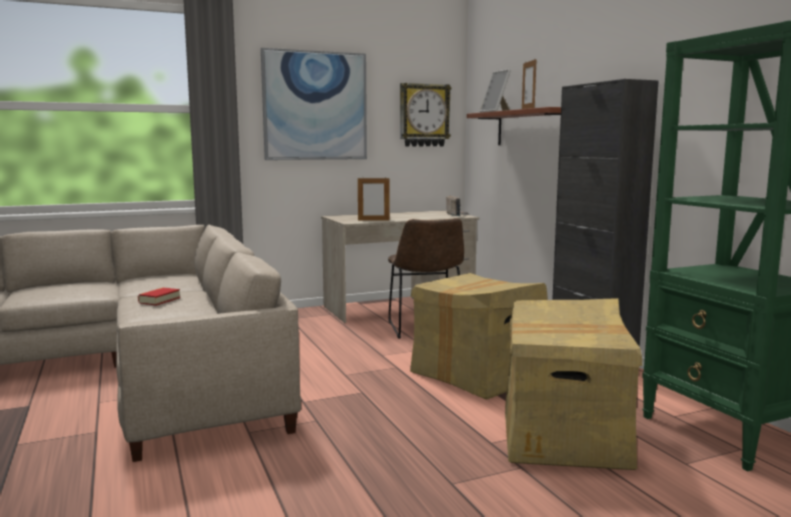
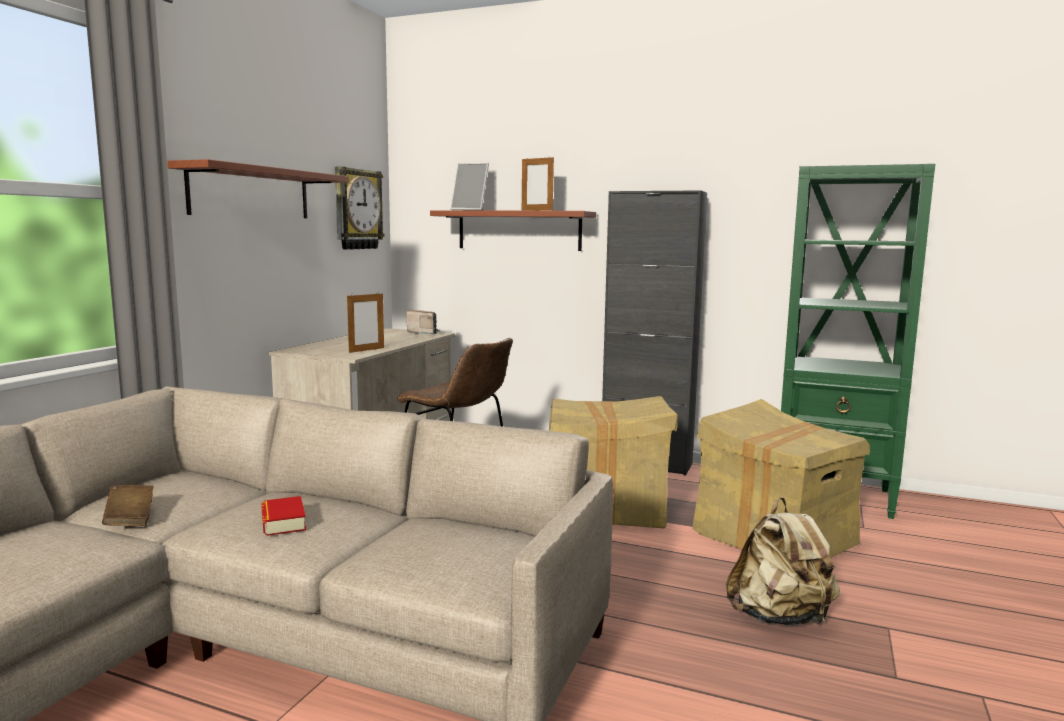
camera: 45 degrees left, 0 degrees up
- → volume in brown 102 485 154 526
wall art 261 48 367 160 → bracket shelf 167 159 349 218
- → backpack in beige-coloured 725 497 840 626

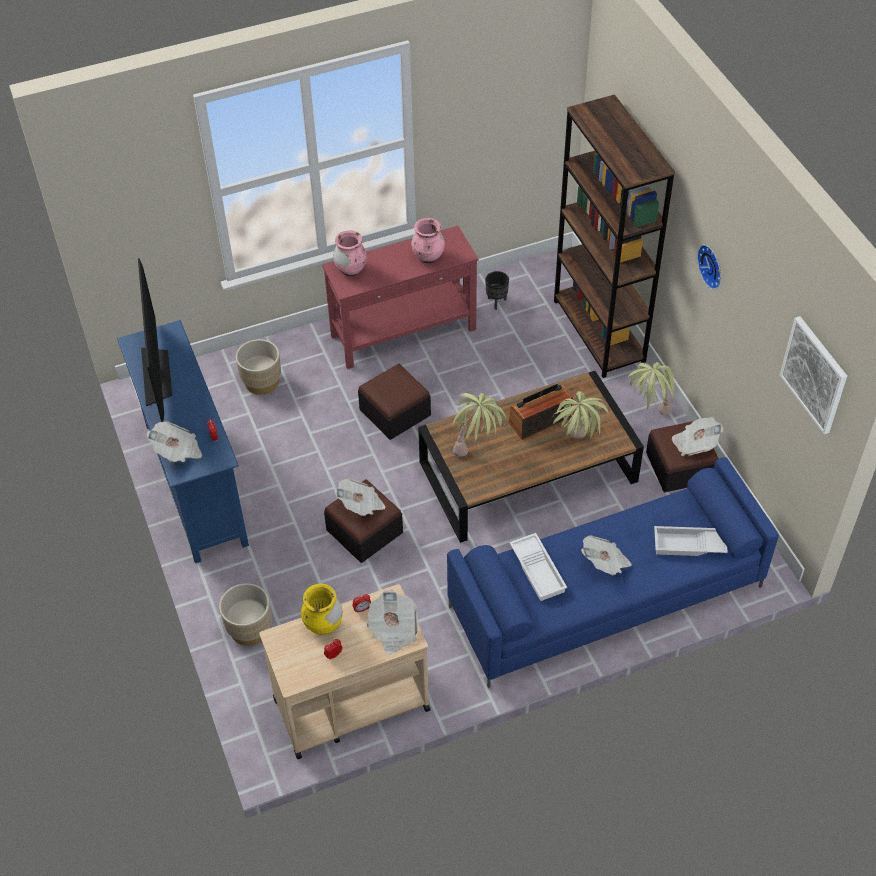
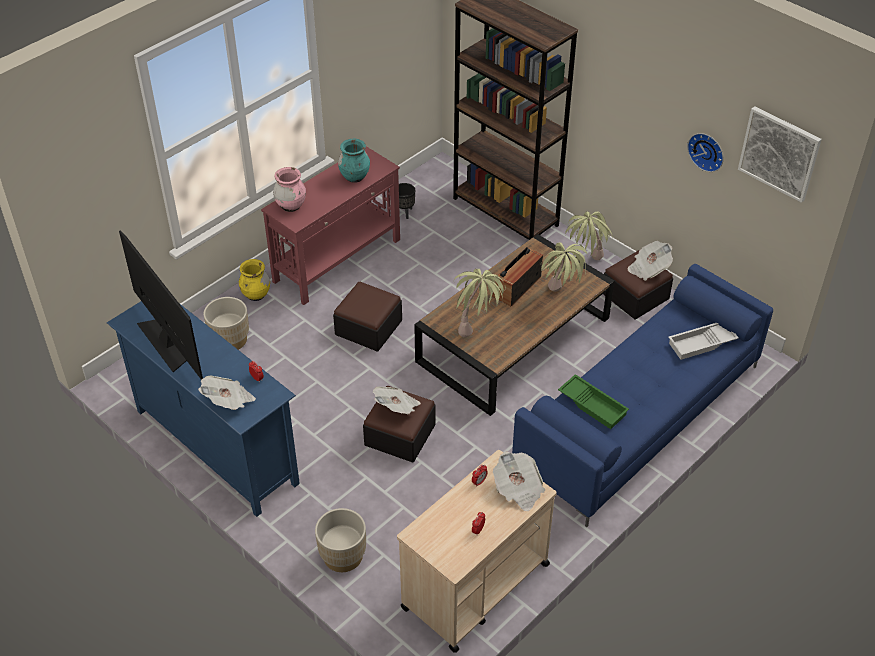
camera: 25 degrees left, 5 degrees down
decorative vase in yellowish 301 584 343 635 → decorative vase in yellowish 239 259 270 301, shifted
decorative vase in pink-coloured 411 218 445 263 → decorative vase in blue-green 338 139 370 183
carrying tray in whitish 509 533 567 601 → carrying tray in green-coloured 558 374 629 429
hanging clock 697 245 721 290 → hanging clock 687 133 724 172, shifted
daily paper 581 535 632 575 → -

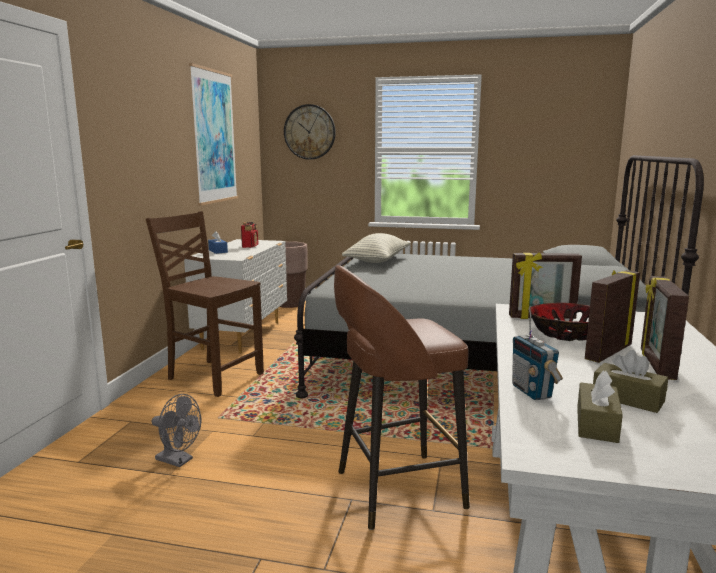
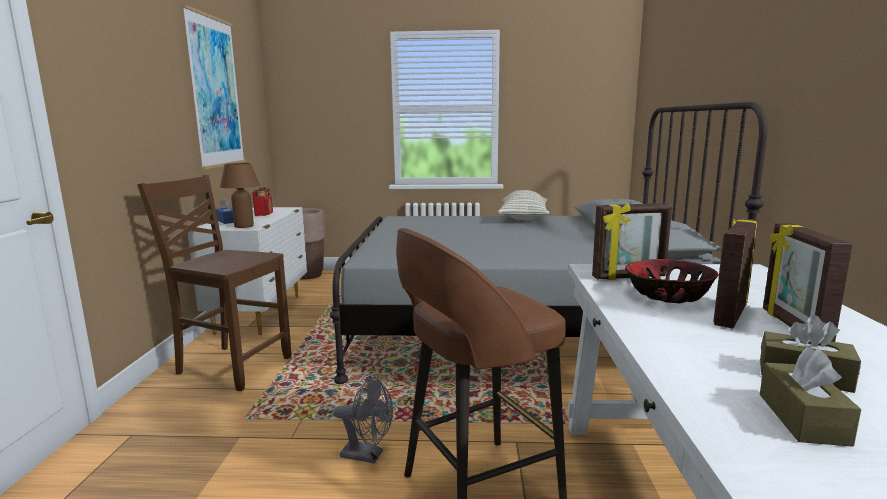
camera: 10 degrees left, 0 degrees up
- → lamp for a table in brown 220 163 260 228
cooling fan in greyish 152 394 201 467 → cooling fan in greyish 333 377 393 464, shifted
cushion 342 233 411 263 → cushion 498 190 549 220, shifted
hanging clock 284 104 336 160 → -
radio 512 309 563 400 → -

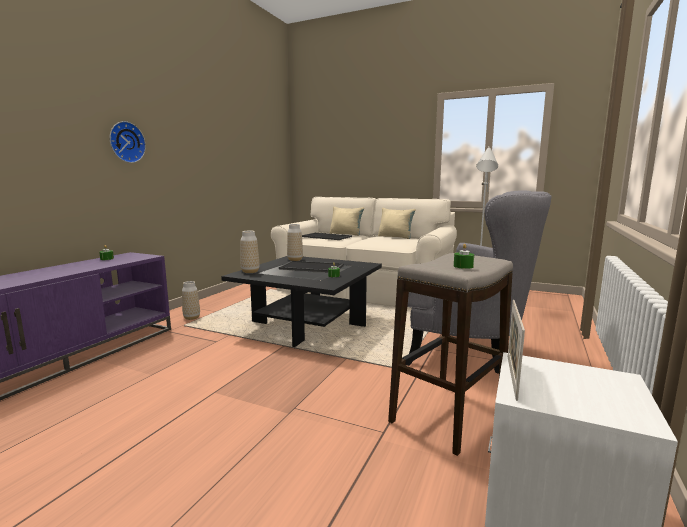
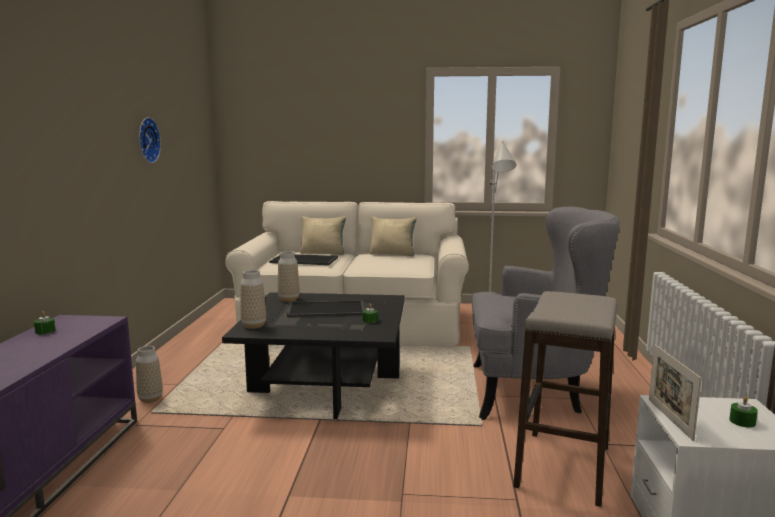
camera: 20 degrees left, 0 degrees up
hanging clock 109 121 146 163 → hanging clock 139 117 161 163, shifted
wax light in green-coloured 454 244 474 269 → wax light in green-coloured 729 396 758 427, shifted

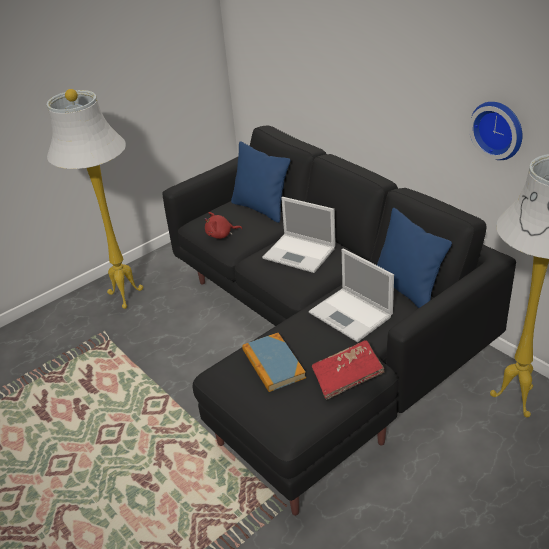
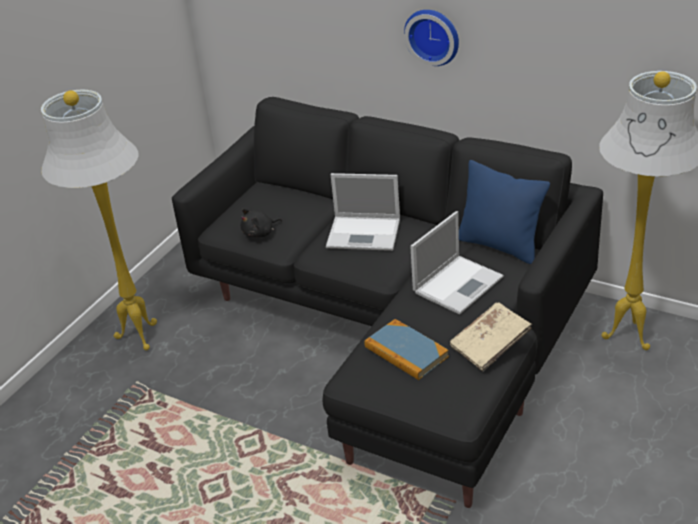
camera: 20 degrees left, 0 degrees up
plush toy in reddish 204 212 242 239 → plush toy in blackish 240 208 282 238
hanging clock 469 102 522 160 → hanging clock 404 10 459 66, shifted
notebook computer 309 248 394 342 → notebook computer 410 211 504 315, 75 degrees counterclockwise
volume in reddish 312 340 385 400 → volume in beige-coloured 450 302 532 371
cushion in blue 231 141 290 223 → -

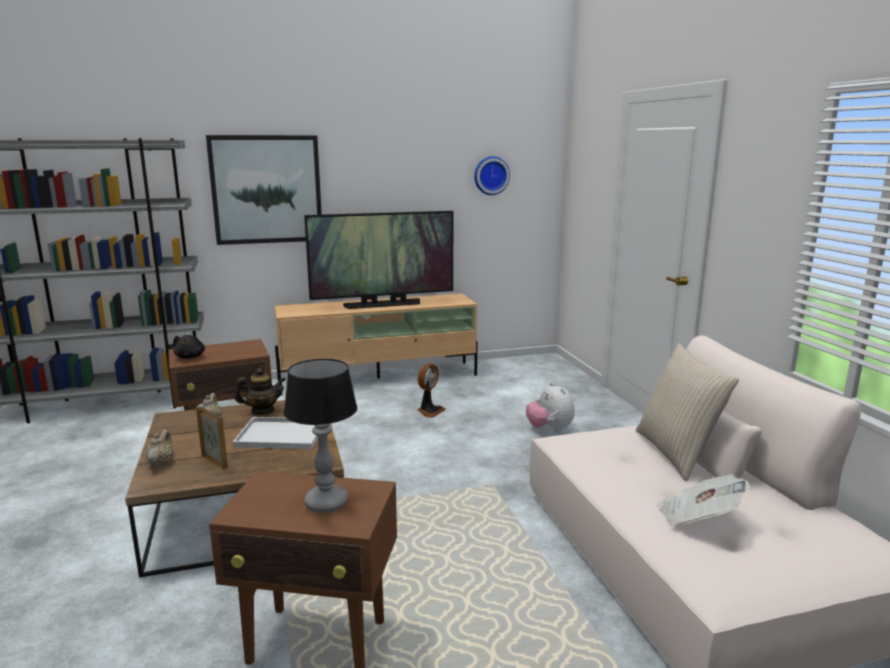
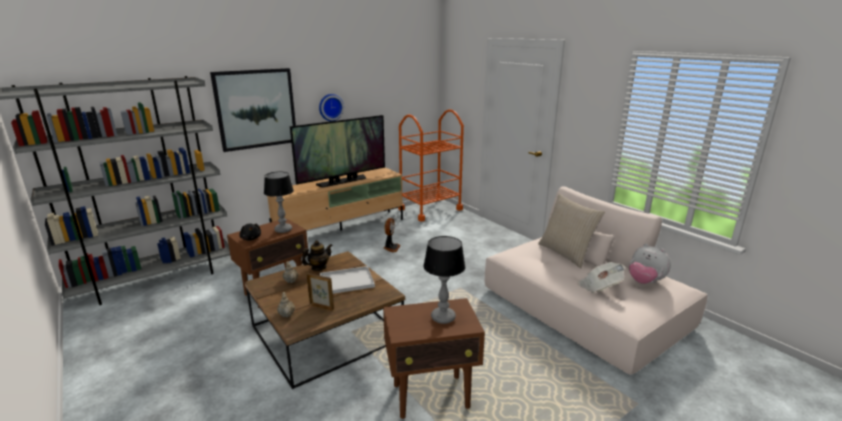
camera: 20 degrees left, 5 degrees up
- → lamp for a table 264 172 294 233
hanging clock 474 156 510 195 → hanging clock 319 94 344 121, shifted
- → cart in orangey 398 109 464 221
plush toy 526 382 575 431 → plush toy 629 244 671 284, shifted

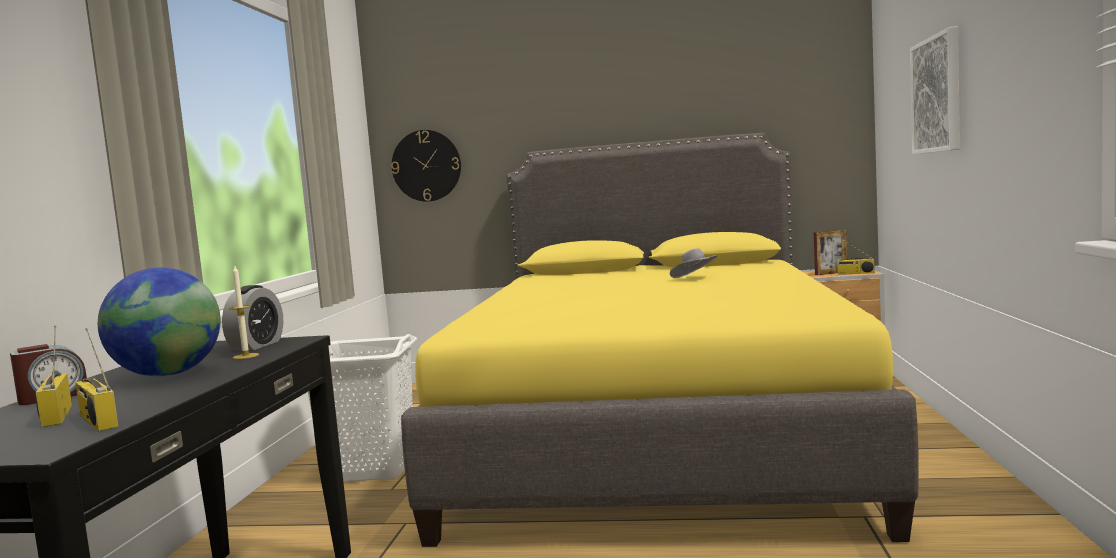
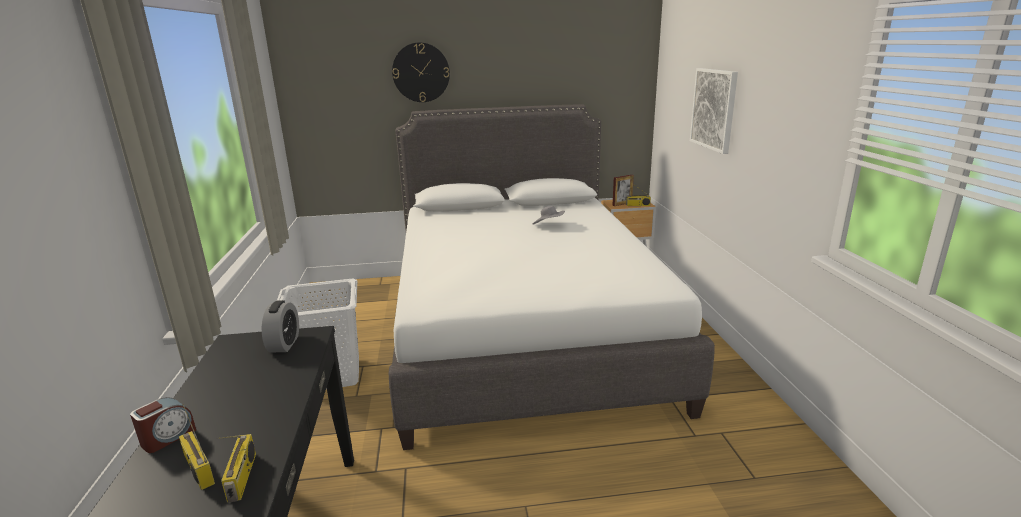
camera: 15 degrees left, 15 degrees up
radio 75 328 119 432 → radio 216 434 256 503, 135 degrees counterclockwise
bedroom bed in yellowish 401 133 919 547 → bedroom bed in whitish 388 104 715 450
hanging clock 391 130 461 202 → hanging clock 392 42 450 102, shifted
globe 98 267 221 377 → -
wax light 229 266 259 359 → -

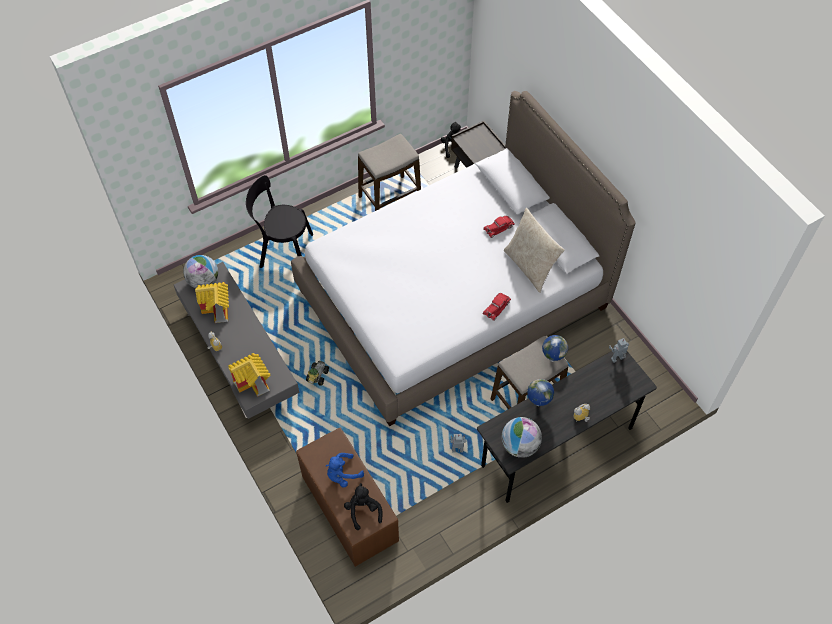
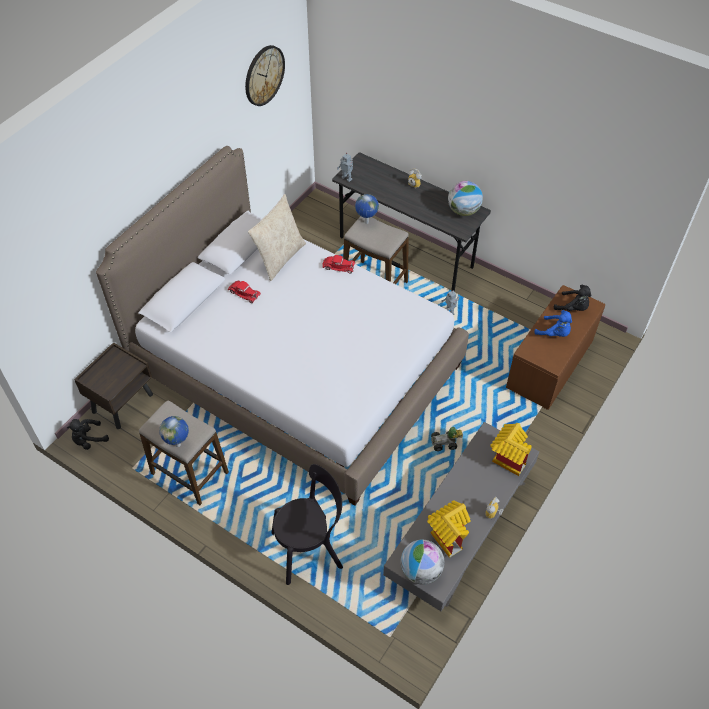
camera: 115 degrees left, 5 degrees down
globe 527 379 554 406 → globe 159 416 189 447, shifted
- → hanging clock 245 45 285 106
chair in blackish 246 175 313 268 → chair in blackish 271 464 343 585, 90 degrees counterclockwise
plush toy in blackish 344 483 383 530 → plush toy in blackish 554 284 592 311, 105 degrees counterclockwise

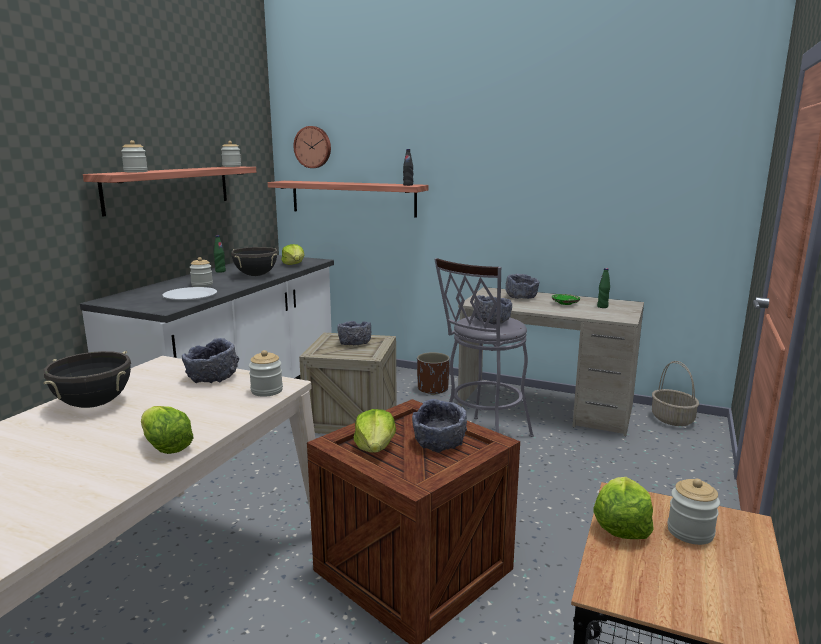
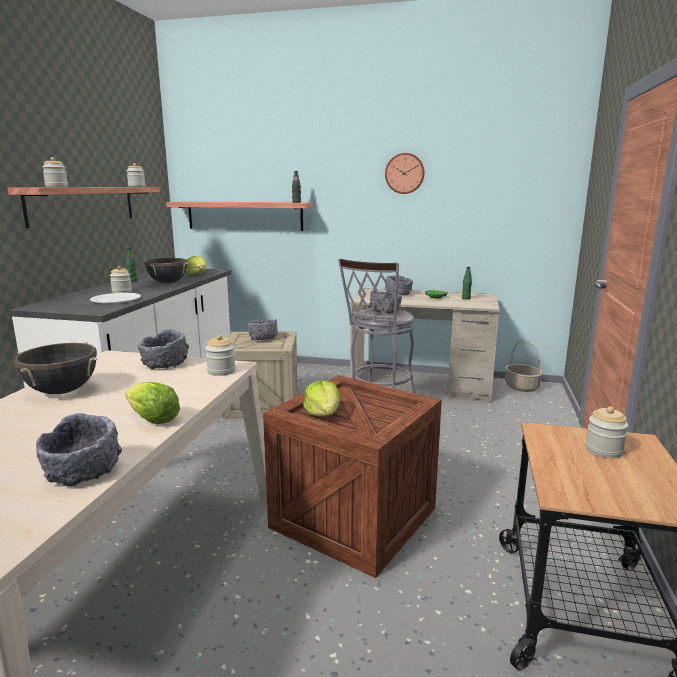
camera: 10 degrees left, 0 degrees up
deep dish in greyish 412 399 467 452 → deep dish in greyish 36 413 122 487, shifted
hanging clock 293 126 331 168 → hanging clock 385 153 425 194, shifted
planter in brown 417 352 450 395 → -
lettuce head 594 477 654 539 → -

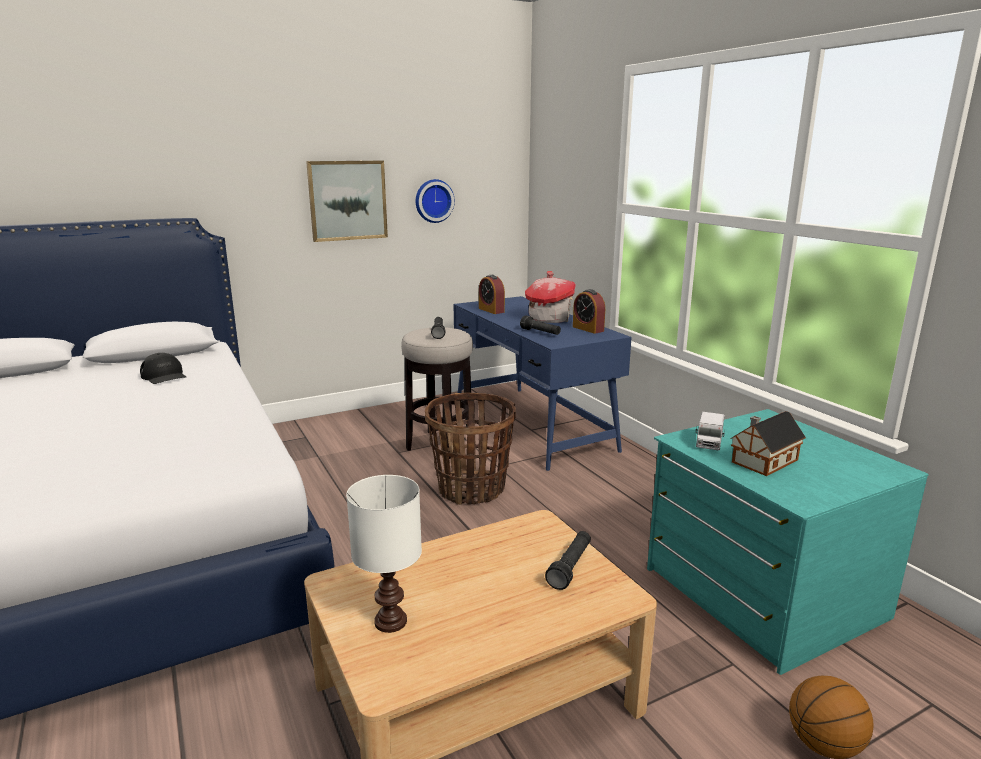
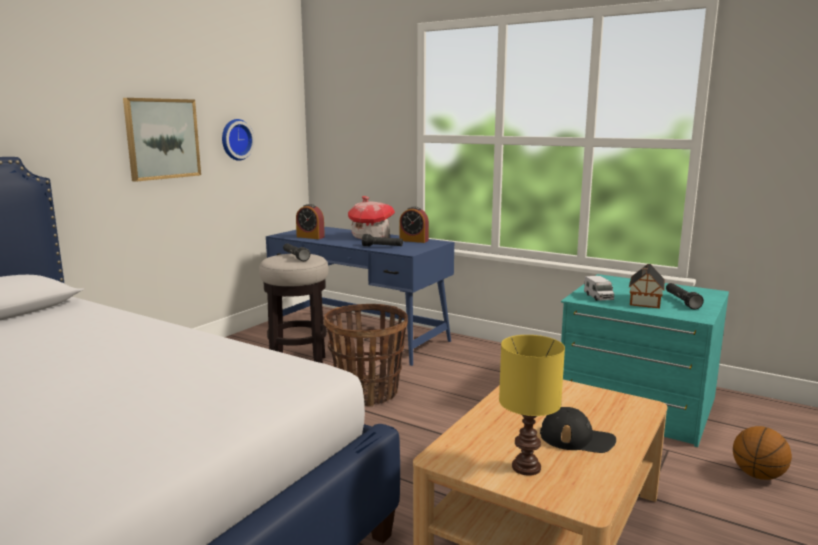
camera: 30 degrees left, 5 degrees down
lamp for a table in whitish 346 475 422 633 → lamp for a table in yellowish 499 335 565 476
peaked cap in blackish 140 353 186 384 → peaked cap in blackish 540 407 616 453, shifted
hand torch in blackish 545 531 591 590 → hand torch in blackish 666 283 704 310, shifted

